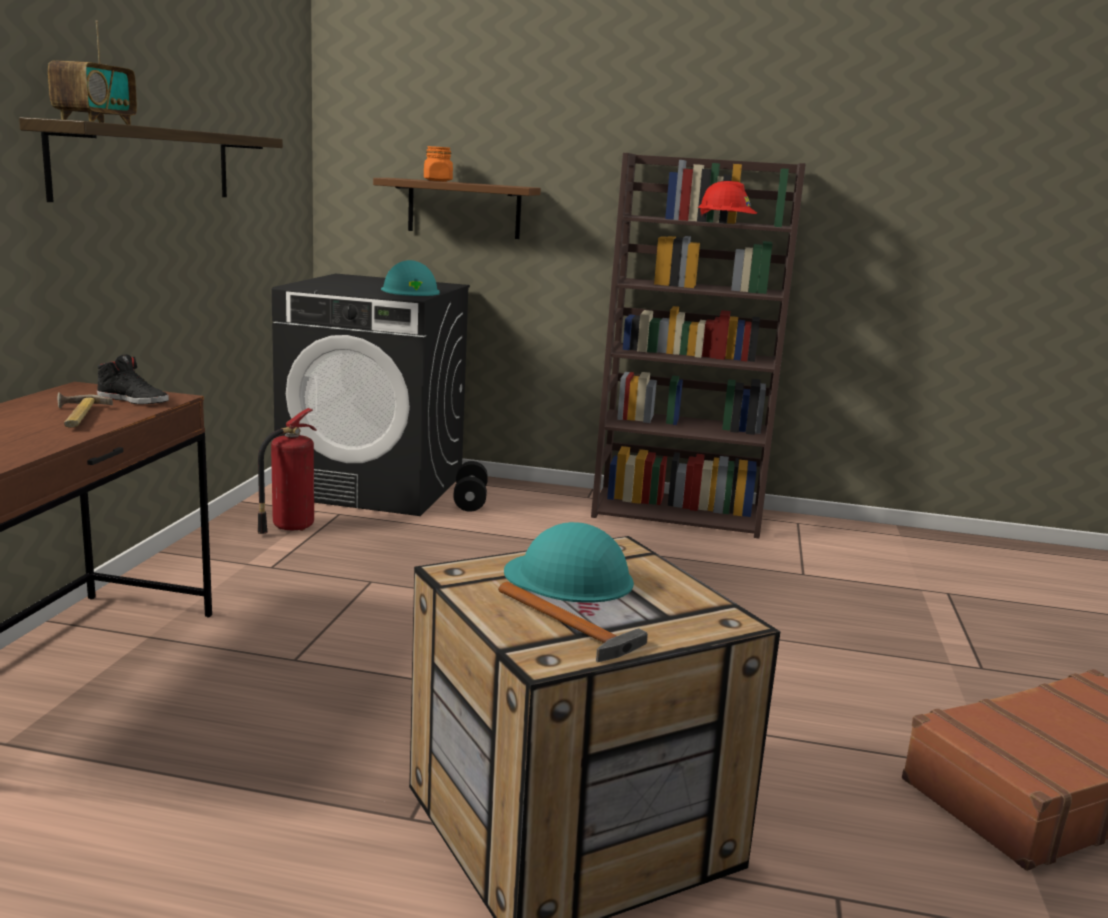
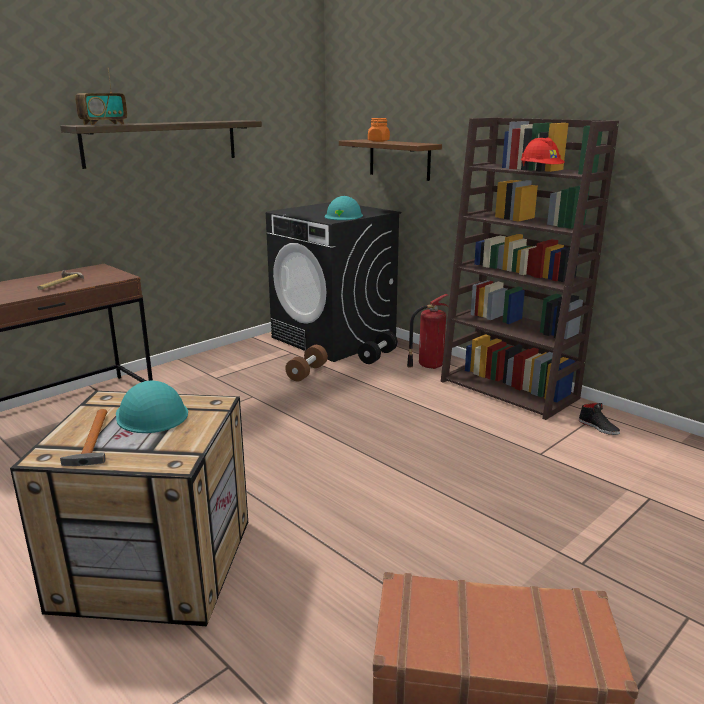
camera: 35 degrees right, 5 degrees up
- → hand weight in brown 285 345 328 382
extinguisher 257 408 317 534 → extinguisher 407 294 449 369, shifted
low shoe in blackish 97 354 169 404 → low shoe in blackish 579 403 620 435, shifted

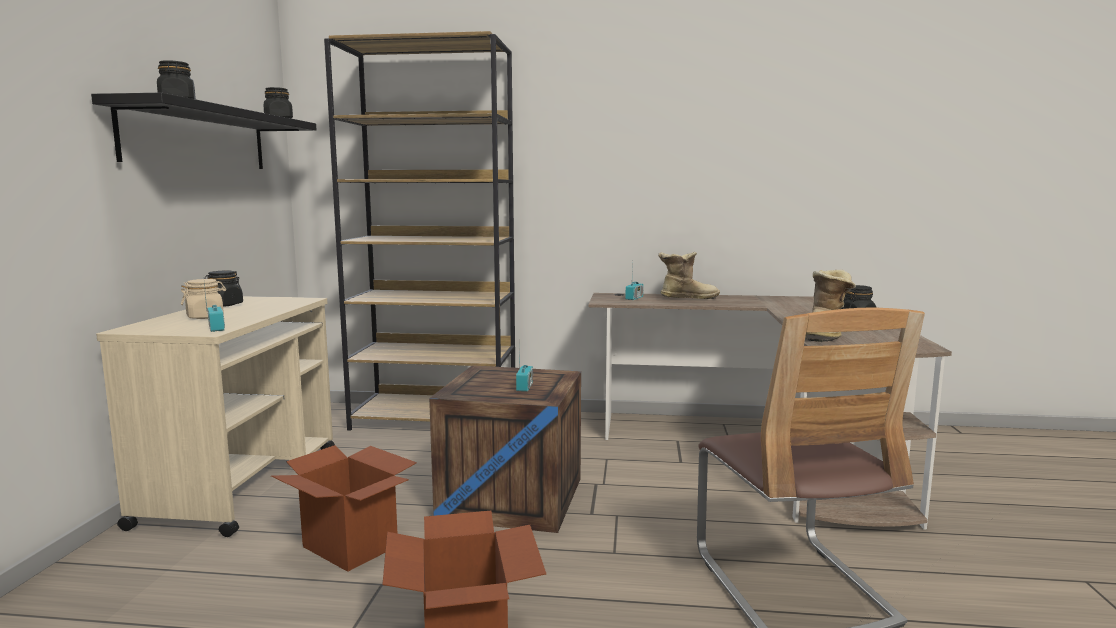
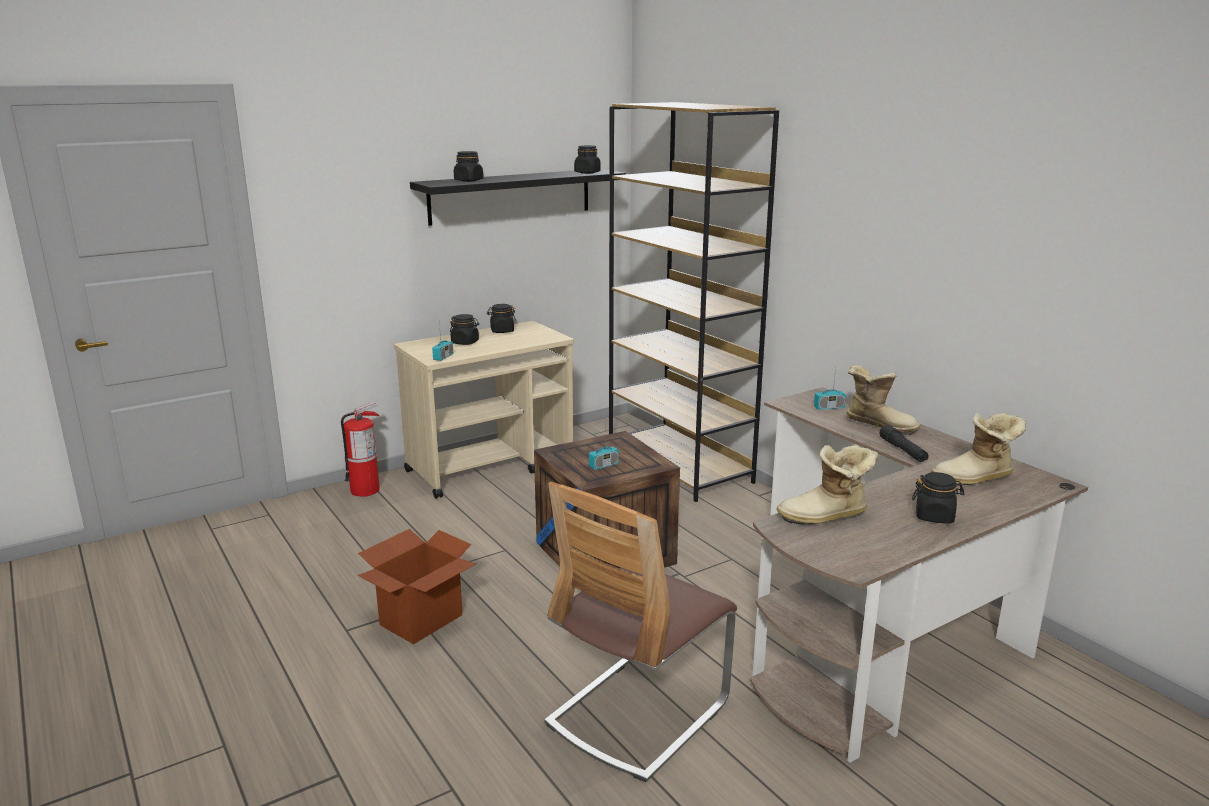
camera: 50 degrees right, 10 degrees up
- → extinguisher 341 402 380 497
jar in beige-coloured 181 279 226 319 → jar in blackish 450 314 479 345
- → hand torch in blackish 879 425 929 462
- → tall boot 931 413 1026 486
cardboard box 271 445 417 572 → -

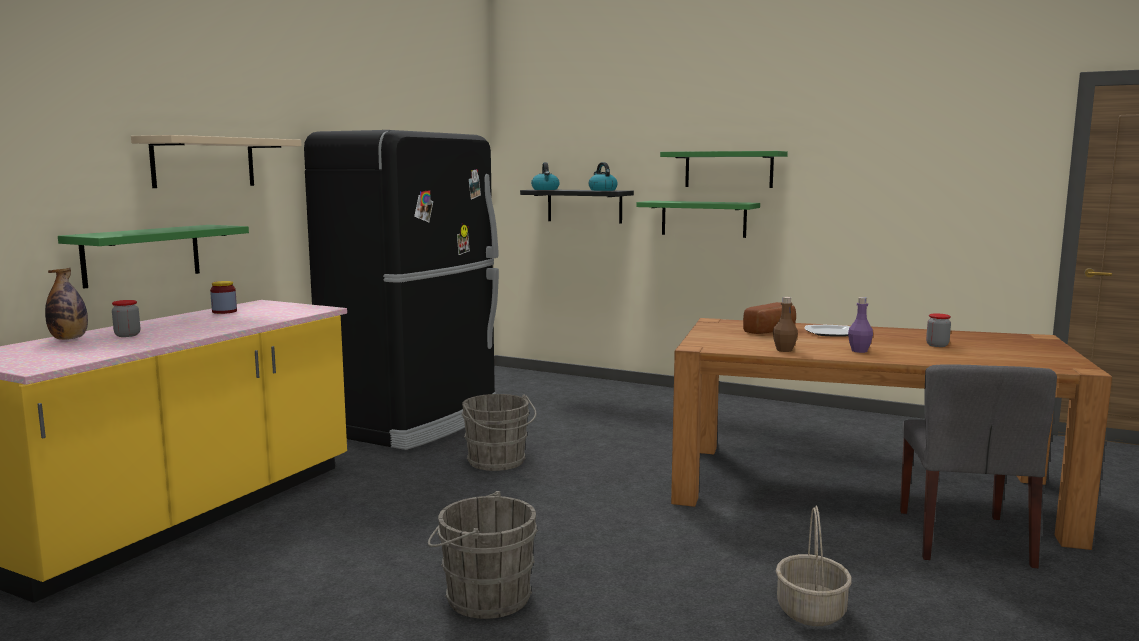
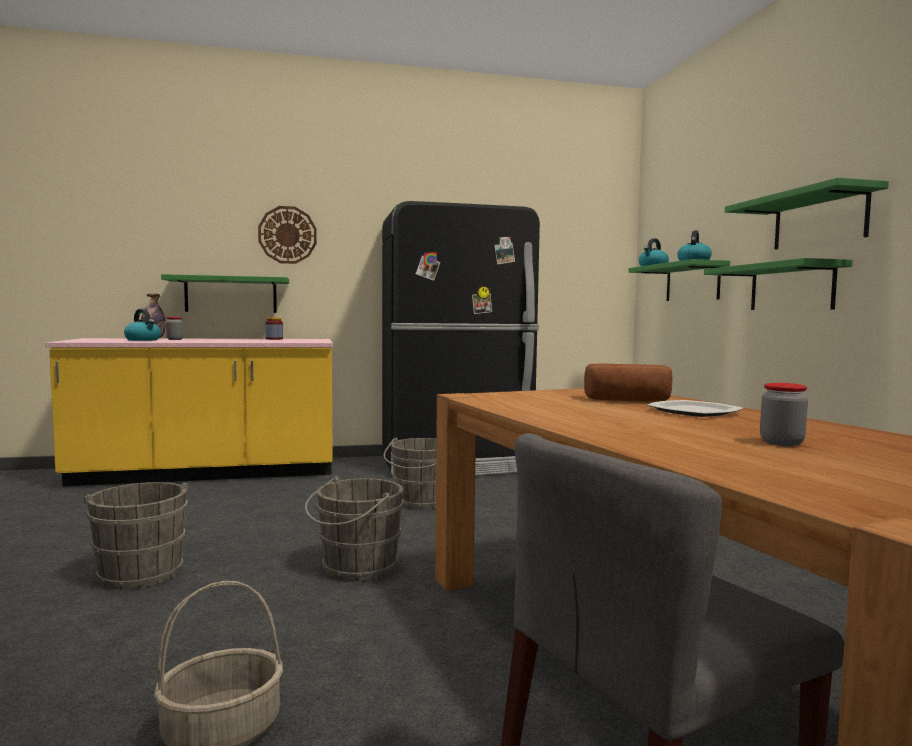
camera: 50 degrees right, 5 degrees down
- → tea kettle 124 309 161 341
bracket shelf in beige-coloured 131 135 302 188 → hanging clock 258 206 317 264
- → water bucket in greyish 305 476 404 581
bracket shelf in blackish 520 190 634 224 → bracket shelf in green-coloured 629 259 730 301
drink bottle in brown 773 297 798 352 → -
drink bottle in purple-coloured 848 297 873 353 → -

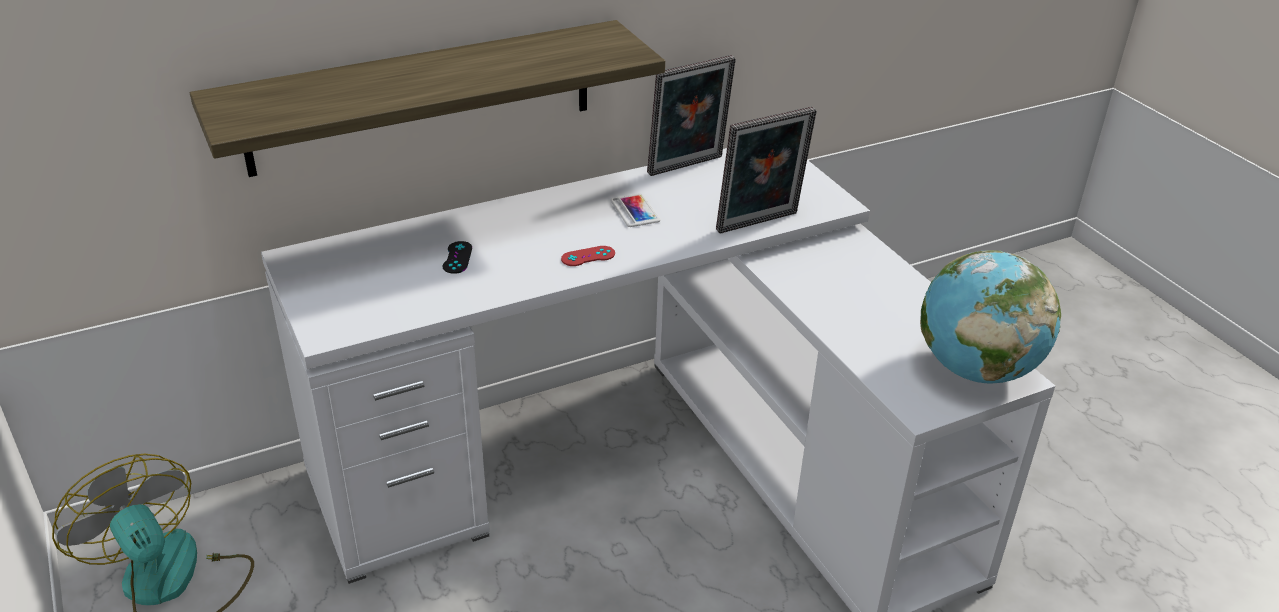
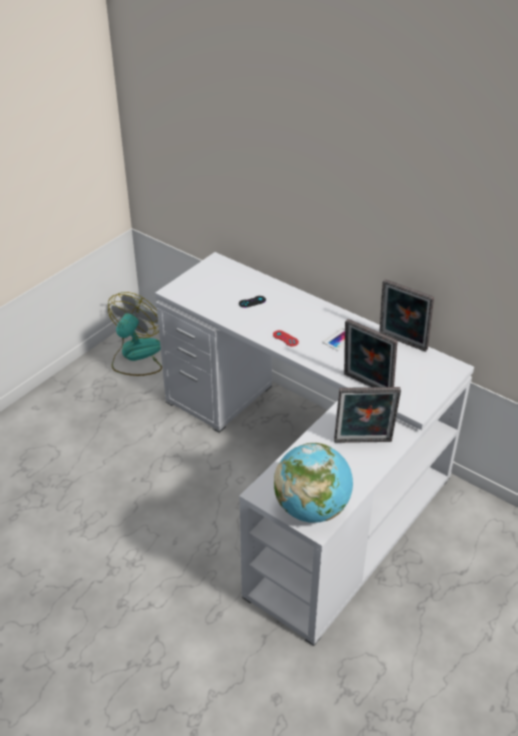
camera: 65 degrees right, 5 degrees up
- → standing frame 334 387 401 443
bracket shelf 190 20 665 177 → -

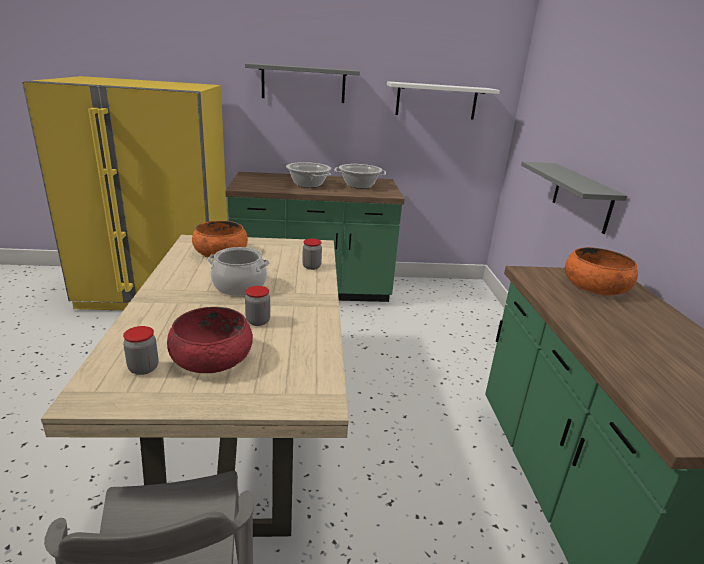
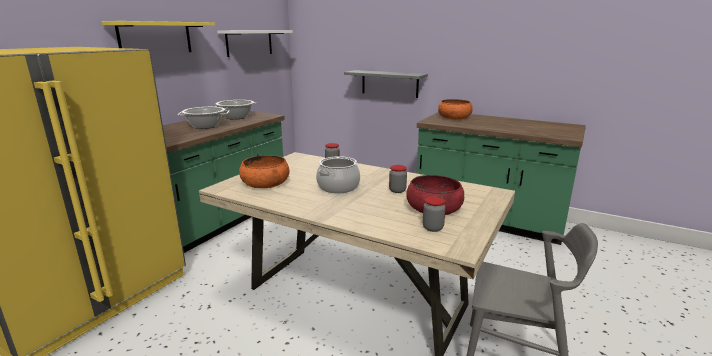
camera: 55 degrees left, 5 degrees down
bracket shelf in greyish 245 63 360 103 → bracket shelf in yellowish 102 21 215 52

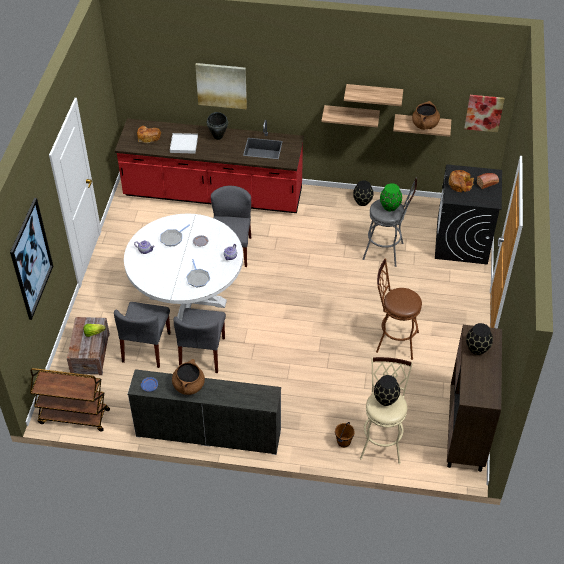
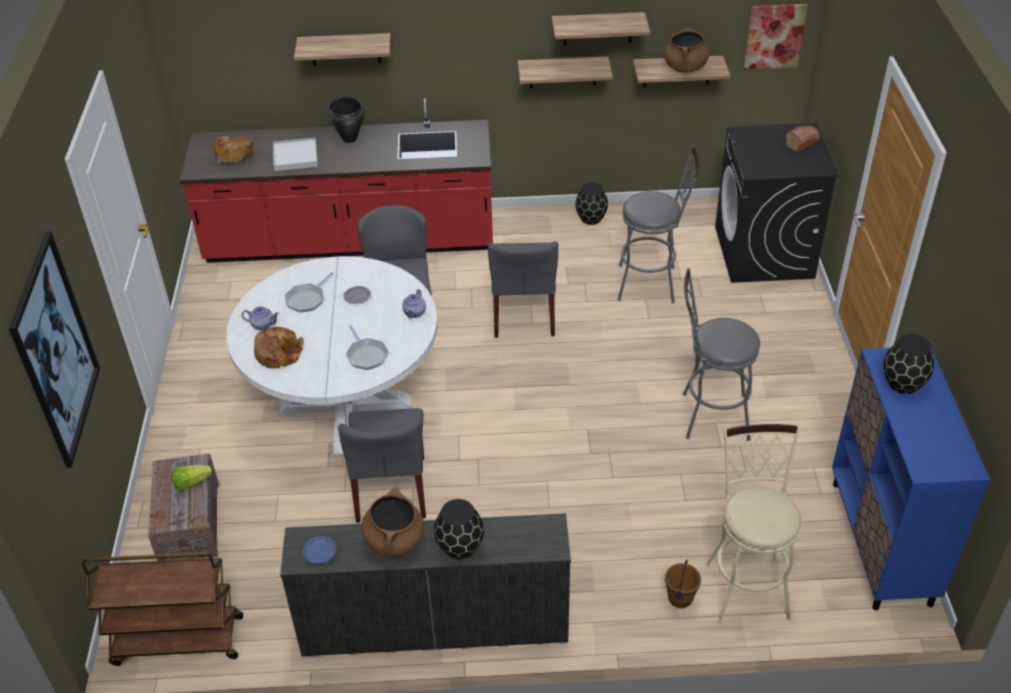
camera: 10 degrees left, 5 degrees down
baked bread 448 170 474 192 → baked bread 254 327 304 368, shifted
wall art 195 63 247 109 → bracket shelf 294 33 391 66
decorative vase in blackish 374 375 400 406 → decorative vase in blackish 434 499 484 560, shifted
chair in greyish 114 302 171 368 → chair in greyish 488 241 558 338, shifted
stool in brown 376 258 422 360 → stool in greyish 683 268 760 441
cabinet in brown 447 325 502 472 → cabinet in blue 832 348 990 610
decorative vase in green-coloured 380 183 402 211 → -

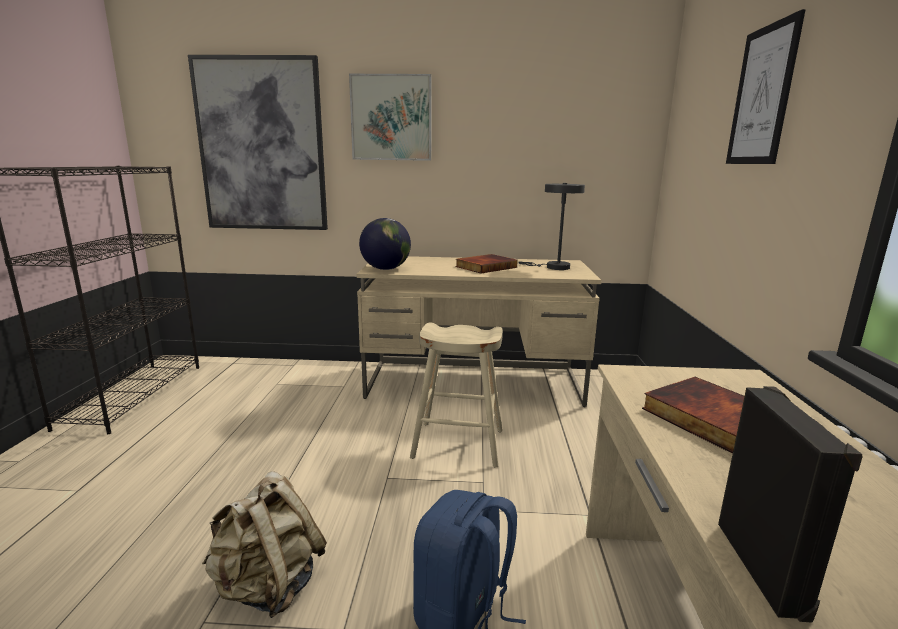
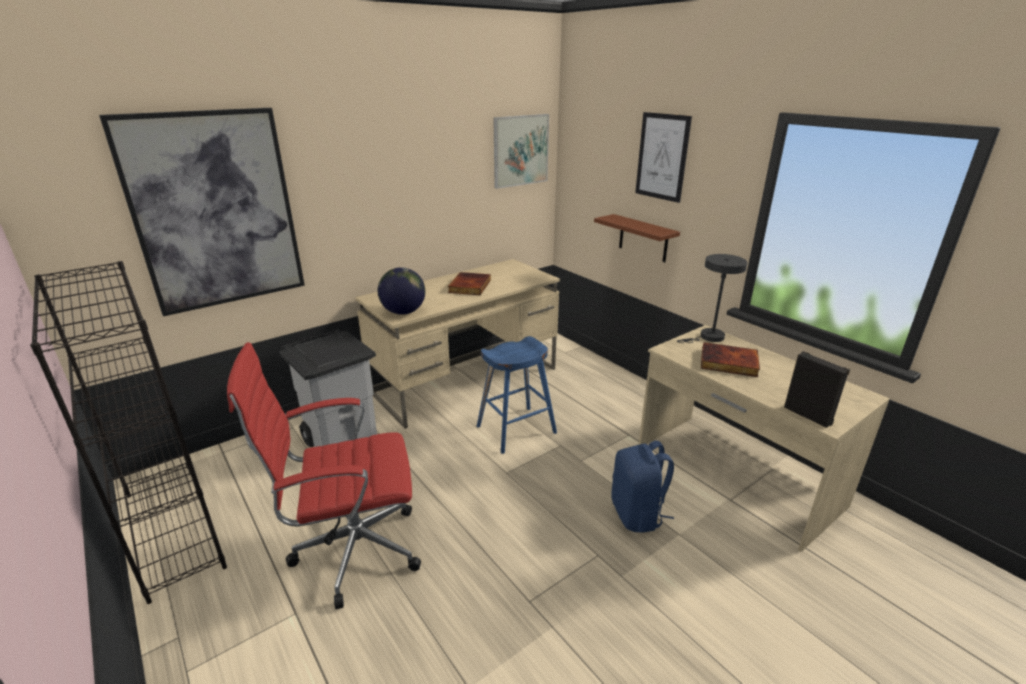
camera: 40 degrees left, 10 degrees up
- → computer chair in reddish 227 342 421 609
- → waste bin in greyish 279 329 377 447
stool in beige-coloured 410 323 503 468 → stool in blue 477 336 557 454
wall art 349 74 432 161 → wall art 493 114 549 189, shifted
- → bracket shelf in brown 594 214 680 262
lamp for a table in greyish 518 183 585 270 → lamp for a table in greyish 677 254 748 343, shifted
backpack in beige-coloured 202 471 327 618 → -

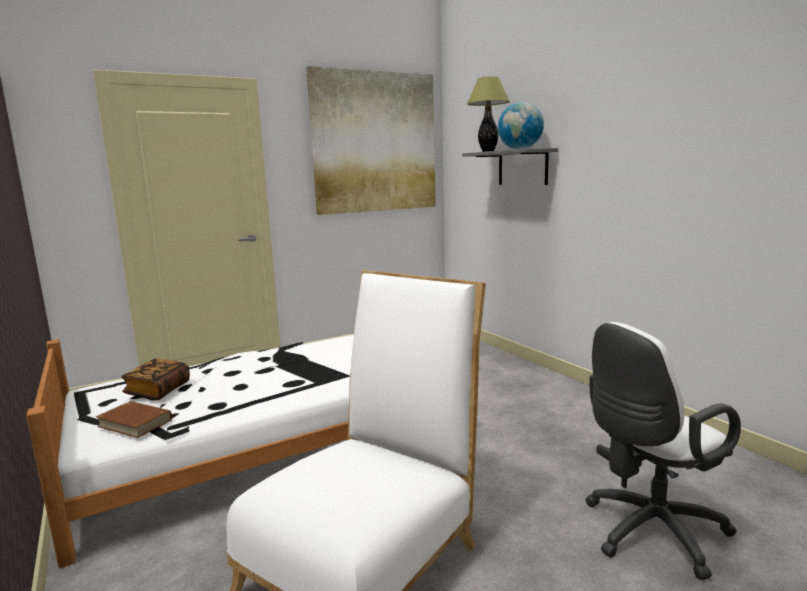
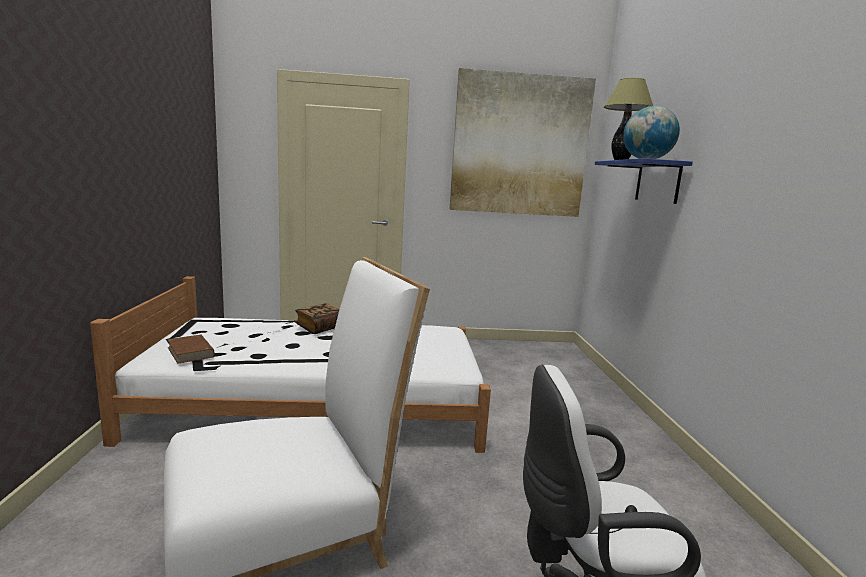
camera: 25 degrees right, 0 degrees up
volume 121 359 190 401 → volume 295 303 339 334, shifted
bracket shelf in greyish 462 148 558 185 → bracket shelf in blue 595 158 693 204

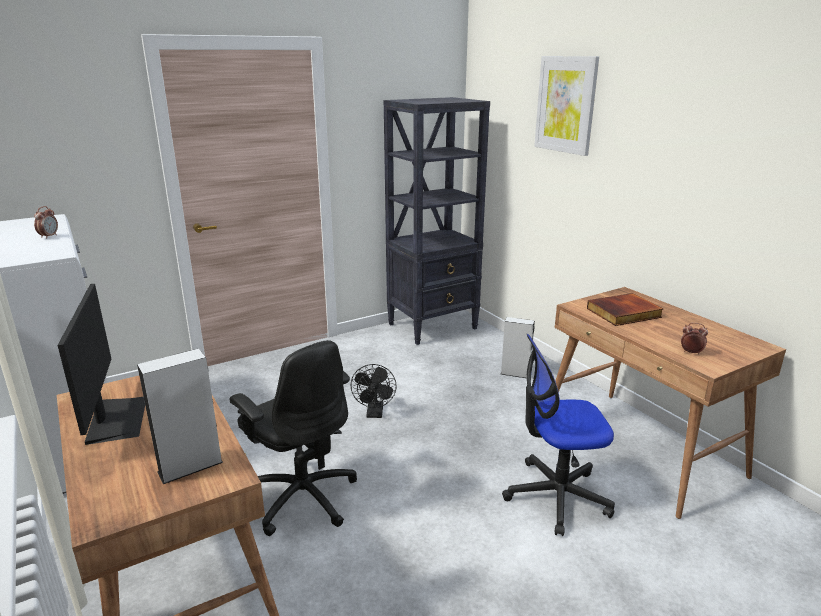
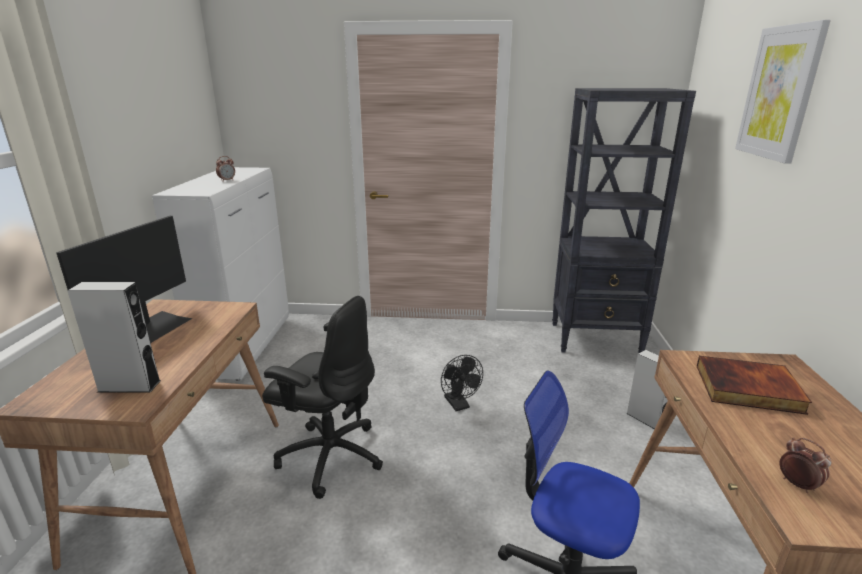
camera: 35 degrees right, 0 degrees up
computer chair in blackish 230 340 357 536 → computer chair in blackish 262 296 383 499, 60 degrees counterclockwise
cooling fan in blackish 351 364 397 418 → cooling fan in blackish 441 355 483 411, 60 degrees counterclockwise

